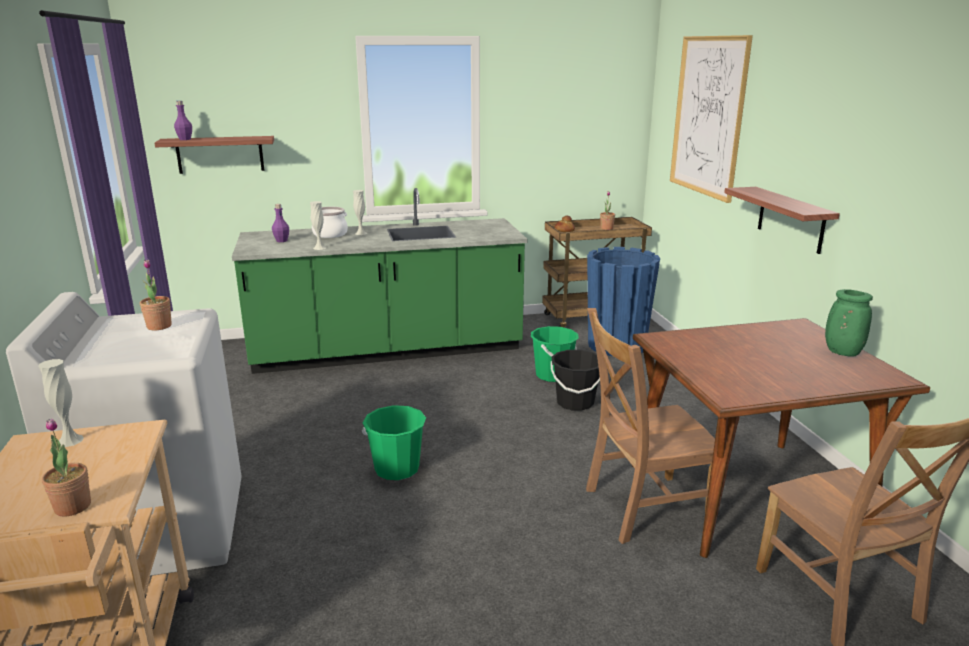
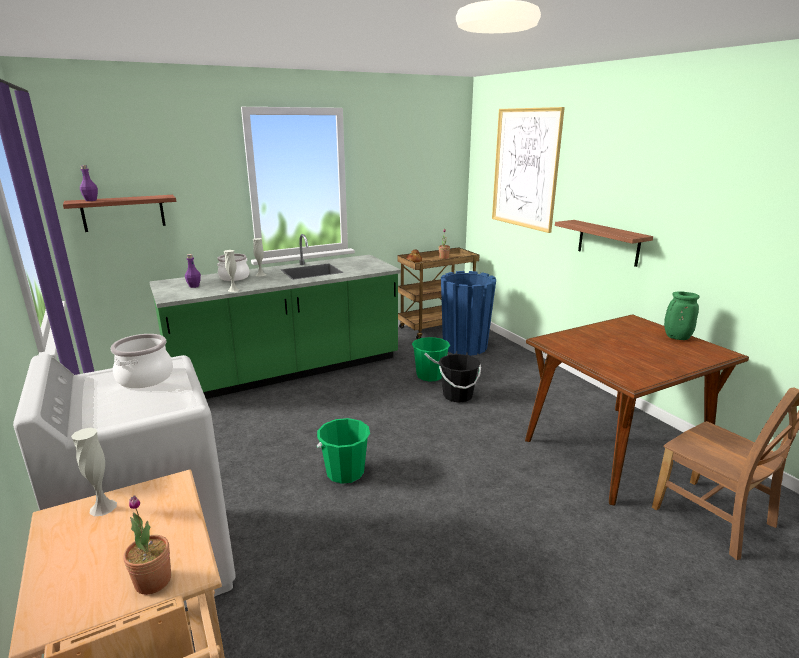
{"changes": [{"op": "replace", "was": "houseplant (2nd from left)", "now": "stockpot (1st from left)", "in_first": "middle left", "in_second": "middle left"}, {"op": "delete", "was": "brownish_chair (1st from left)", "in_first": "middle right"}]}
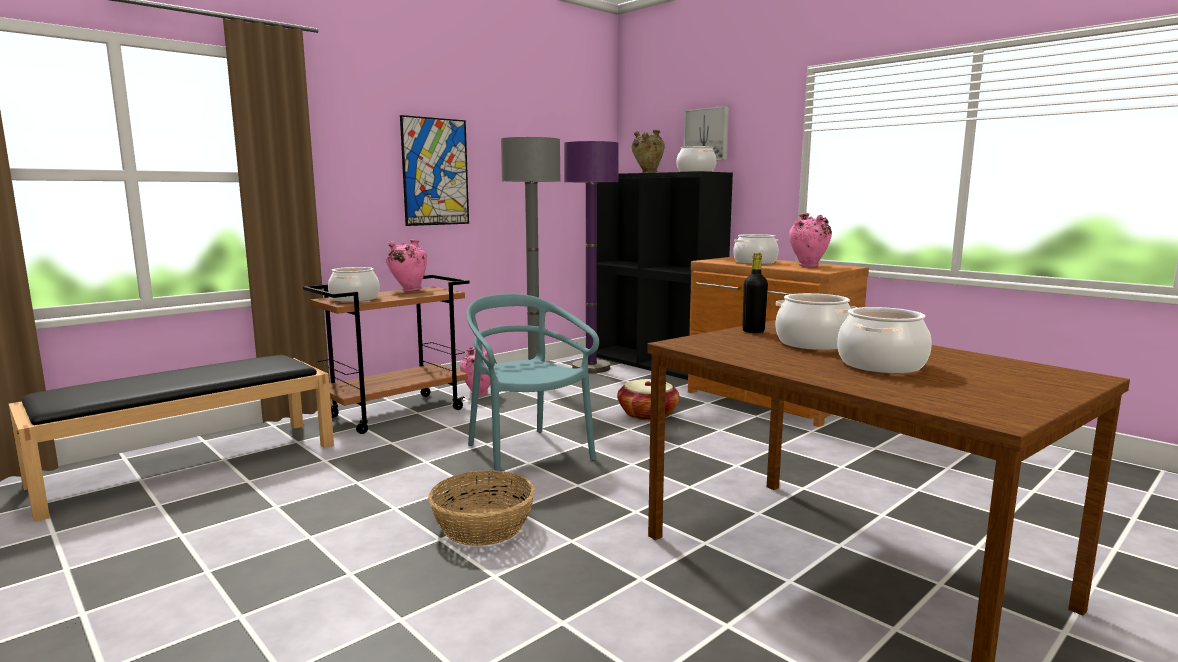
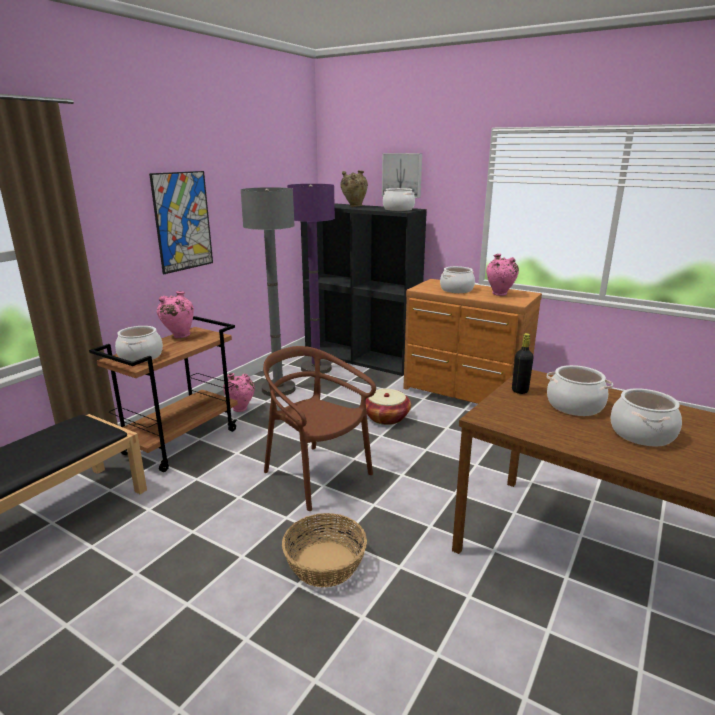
{"changes": [{"op": "recolor", "was": "turquoise_chair", "now": "brownish_chair", "in_first": "centre", "in_second": "centre"}]}
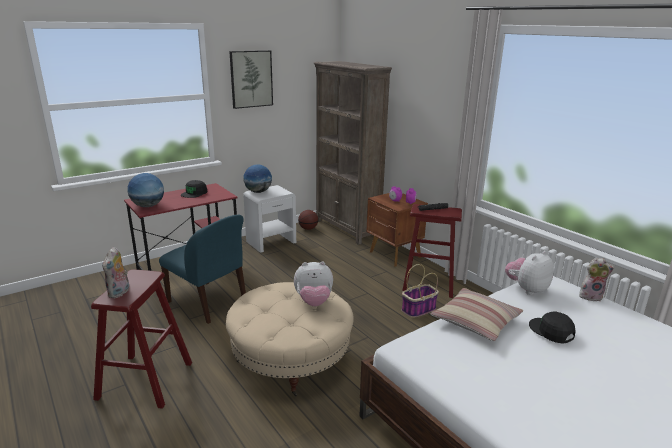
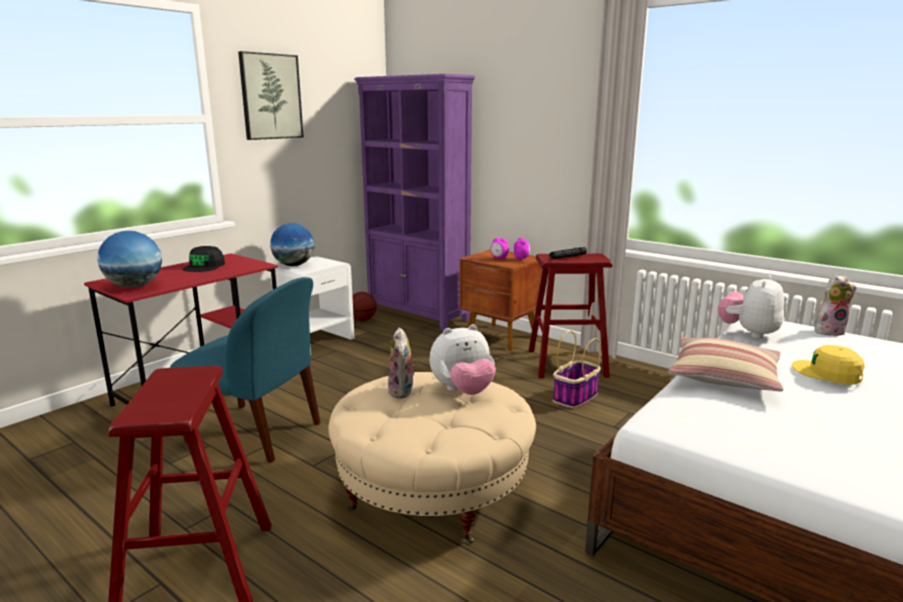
{"changes": [{"op": "recolor", "was": "brownish_bookshelf", "now": "purplish_bookshelf", "in_first": "centre", "in_second": "centre"}, {"op": "move", "was": "soft_toy (1st from left)", "in_first": "middle left", "in_second": "centre"}, {"op": "recolor", "was": "black_cap (2nd from left)", "now": "yellow_cap", "in_first": "bottom right", "in_second": "middle right"}]}
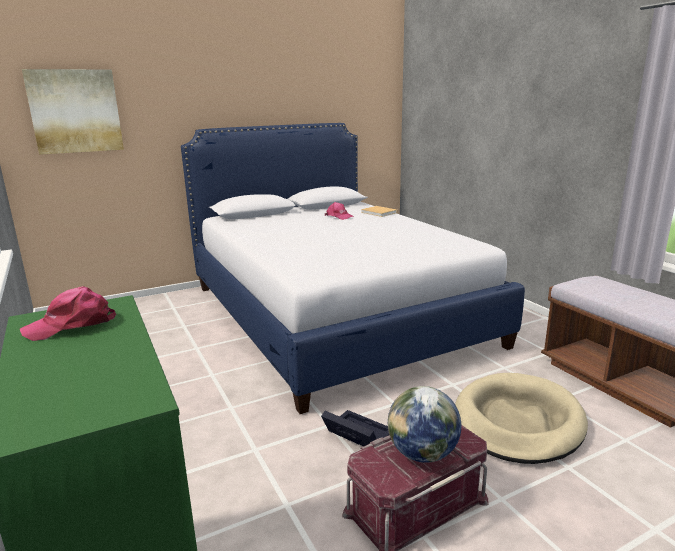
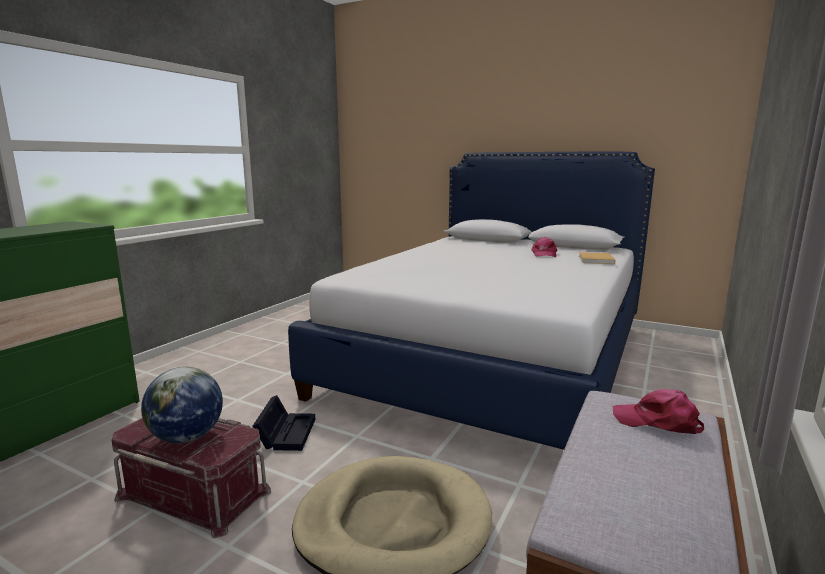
{"changes": [{"op": "move", "was": "pinkish_cap (1st from left in the first image)", "now": "pinkish_cap (2nd from left)", "in_first": "middle left", "in_second": "bottom right"}, {"op": "delete", "was": "picture", "in_first": "top left"}]}
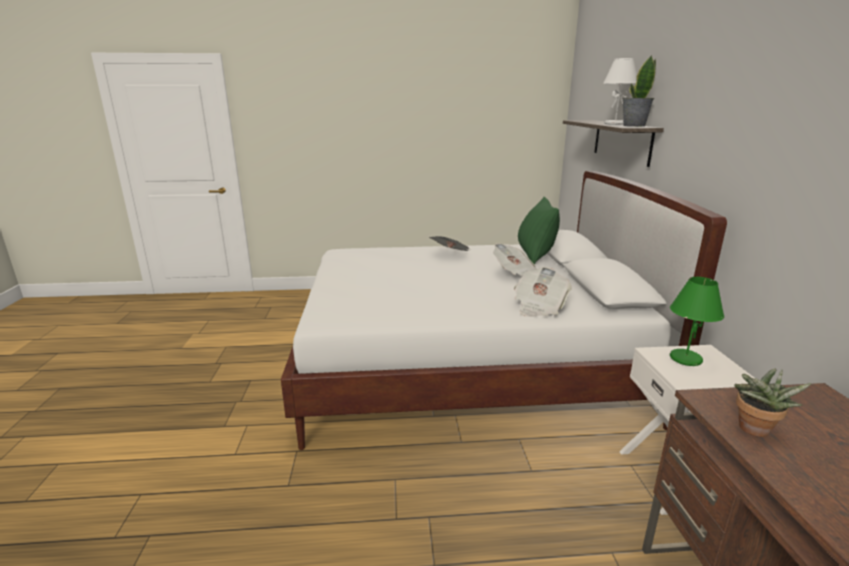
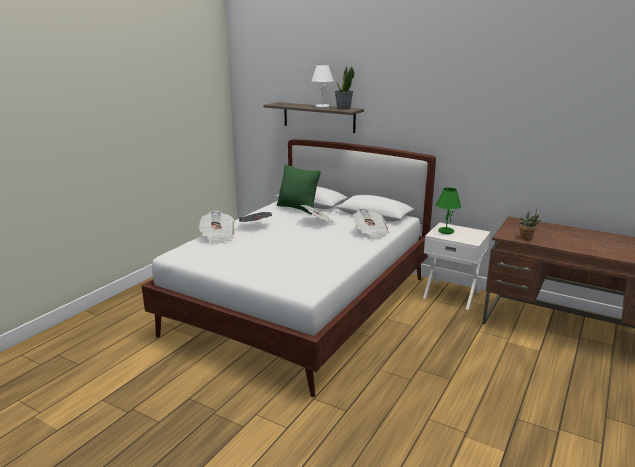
{"changes": [{"op": "insert", "now": "daily_paper (1st from left)", "in_second": "centre"}]}
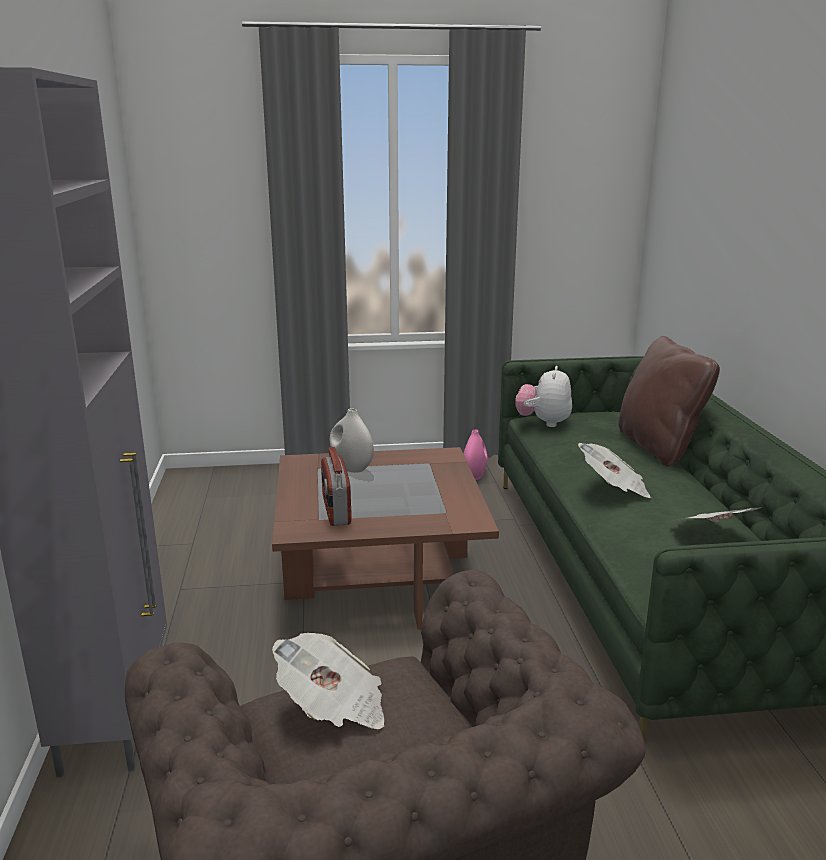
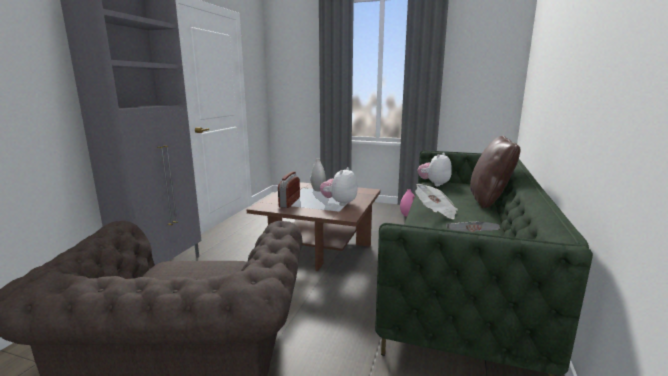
{"changes": [{"op": "insert", "now": "soft_toy (1st from left)", "in_second": "centre"}, {"op": "delete", "was": "daily_paper (1st from left)", "in_first": "bottom centre"}]}
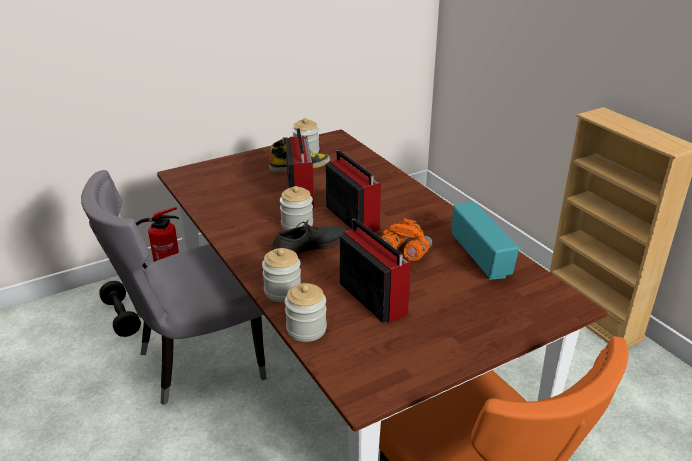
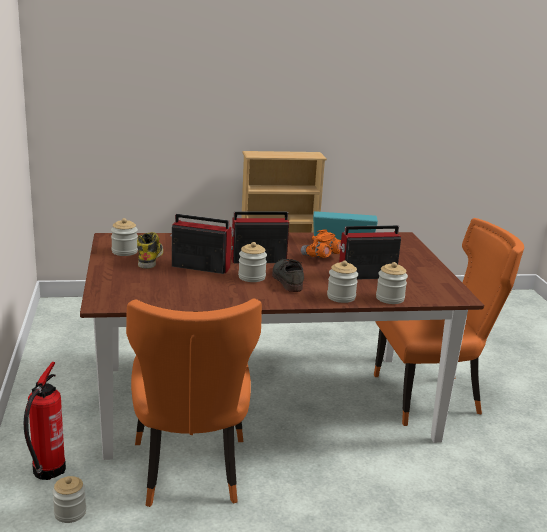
{"changes": [{"op": "replace", "was": "black_dumbbell", "now": "jar (1st from left)", "in_first": "bottom left", "in_second": "bottom left"}, {"op": "recolor", "was": "gray_chair", "now": "orangey_chair (1st from left)", "in_first": "middle left", "in_second": "bottom centre"}]}
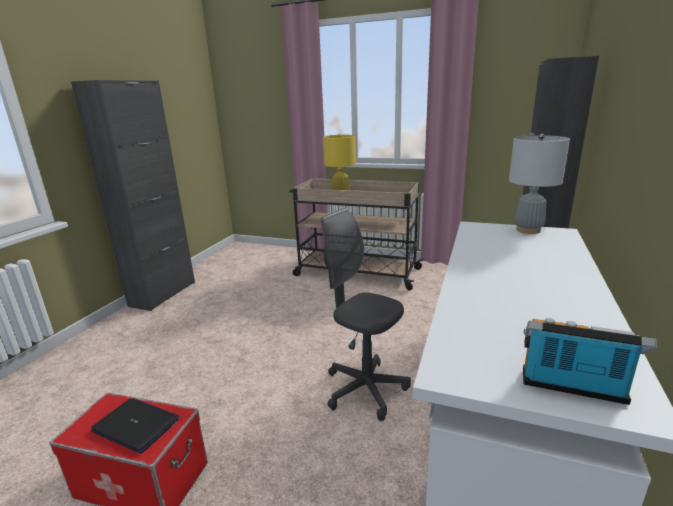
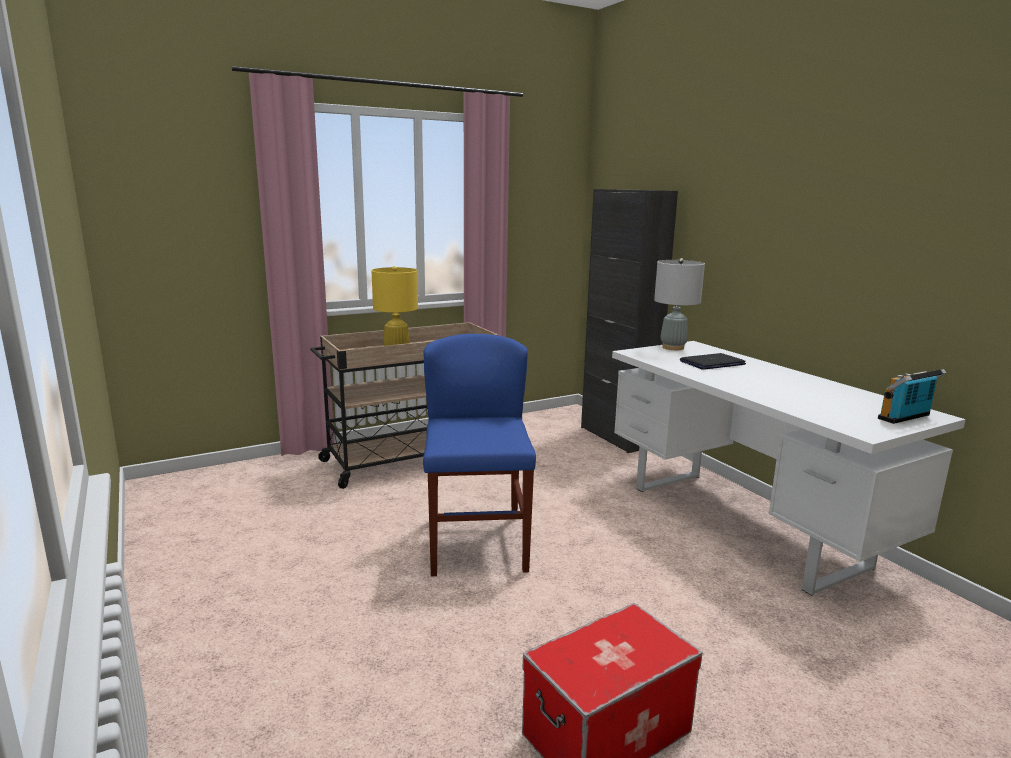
{"changes": [{"op": "insert", "now": "blue-coloured_chair", "in_second": "centre"}, {"op": "move", "was": "laptop", "in_first": "bottom left", "in_second": "middle right"}, {"op": "delete", "was": "black_cabinet (1st from left)", "in_first": "middle left"}, {"op": "delete", "was": "gray_computer_chair", "in_first": "centre"}]}
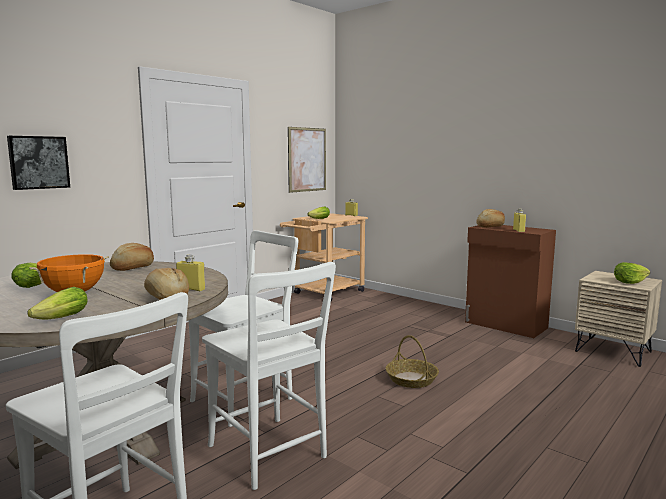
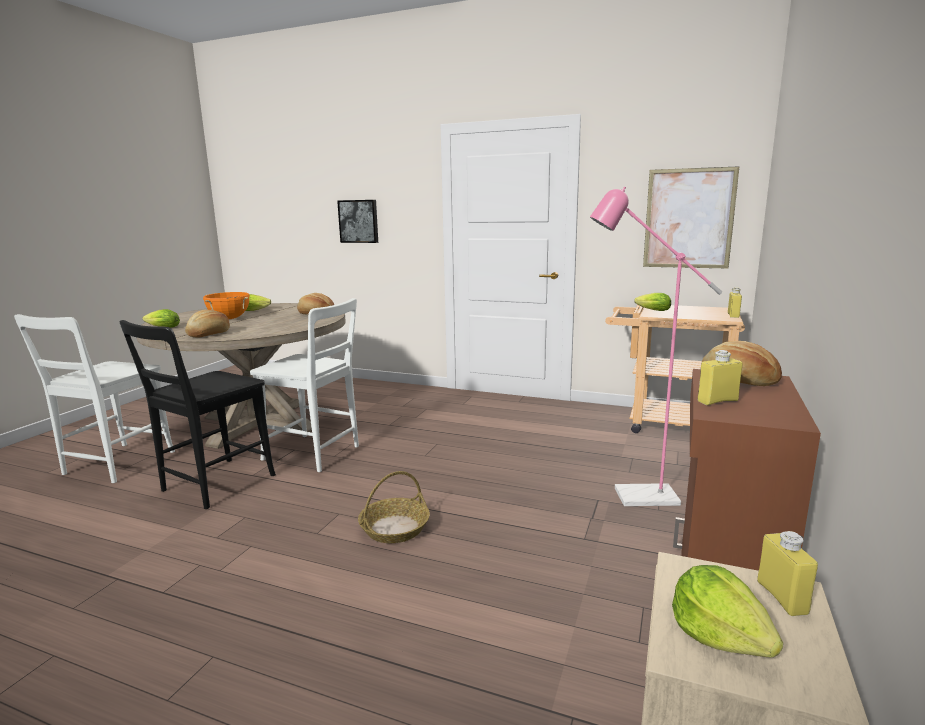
{"changes": [{"op": "recolor", "was": "white-coloured_chair (3rd from left)", "now": "black_chair", "in_first": "bottom centre", "in_second": "middle left"}, {"op": "insert", "now": "pinkish_standard_lamp", "in_second": "middle right"}, {"op": "move", "was": "yellow_drink_bottle (1st from left in the first image)", "now": "yellow_drink_bottle (3rd from left)", "in_first": "middle left", "in_second": "bottom right"}]}
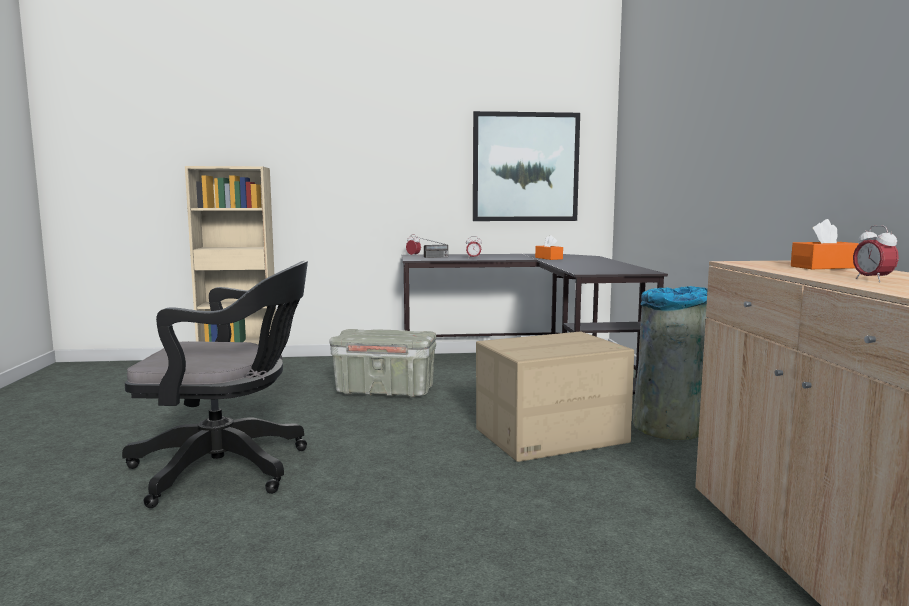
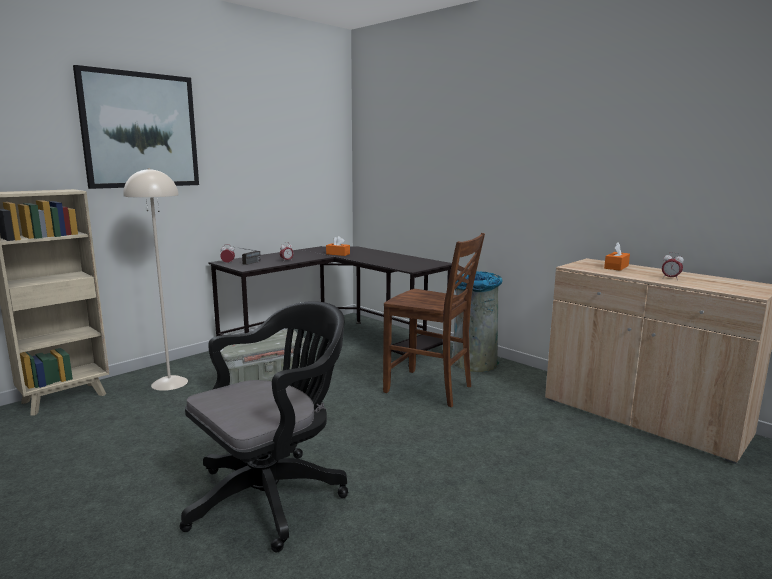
{"changes": [{"op": "move", "was": "picture", "in_first": "top centre", "in_second": "top left"}, {"op": "insert", "now": "beige_standard_lamp", "in_second": "middle left"}, {"op": "replace", "was": "carton", "now": "brownish_chair", "in_first": "centre", "in_second": "centre"}]}
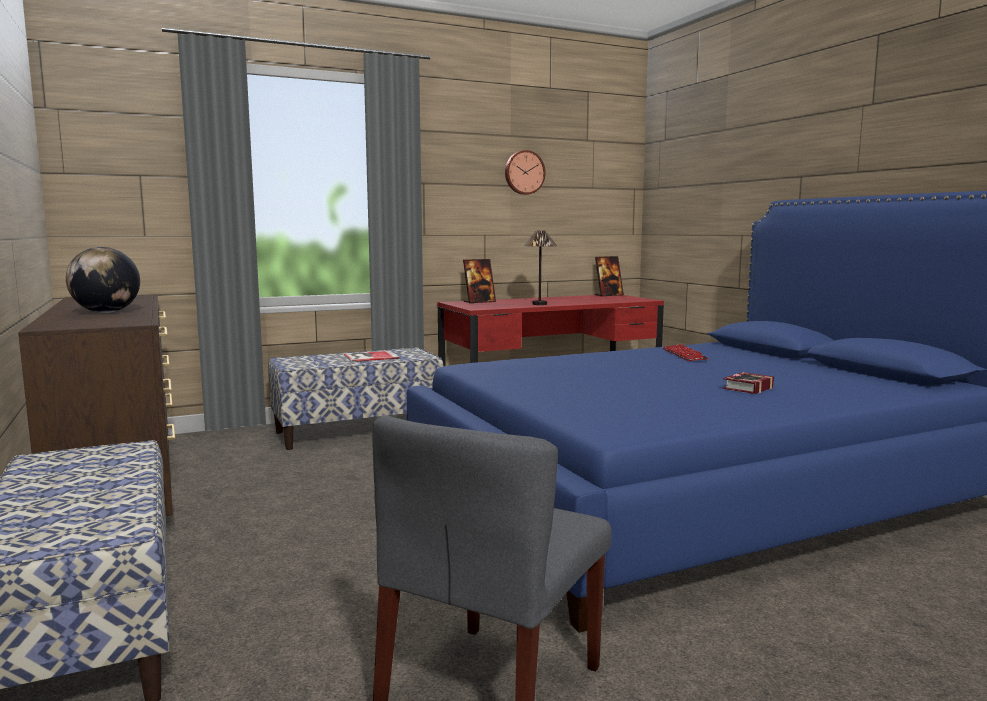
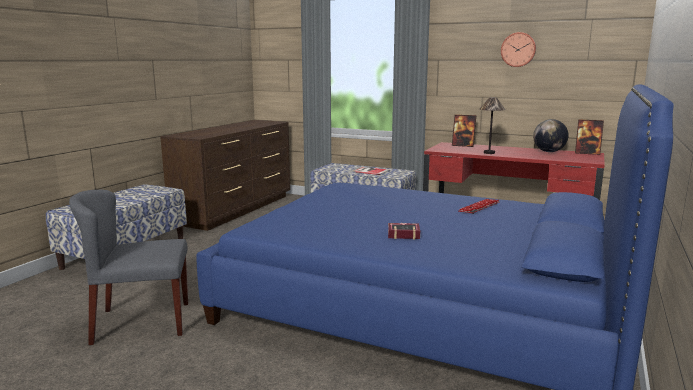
{"changes": [{"op": "move", "was": "globe", "in_first": "middle left", "in_second": "middle right"}]}
